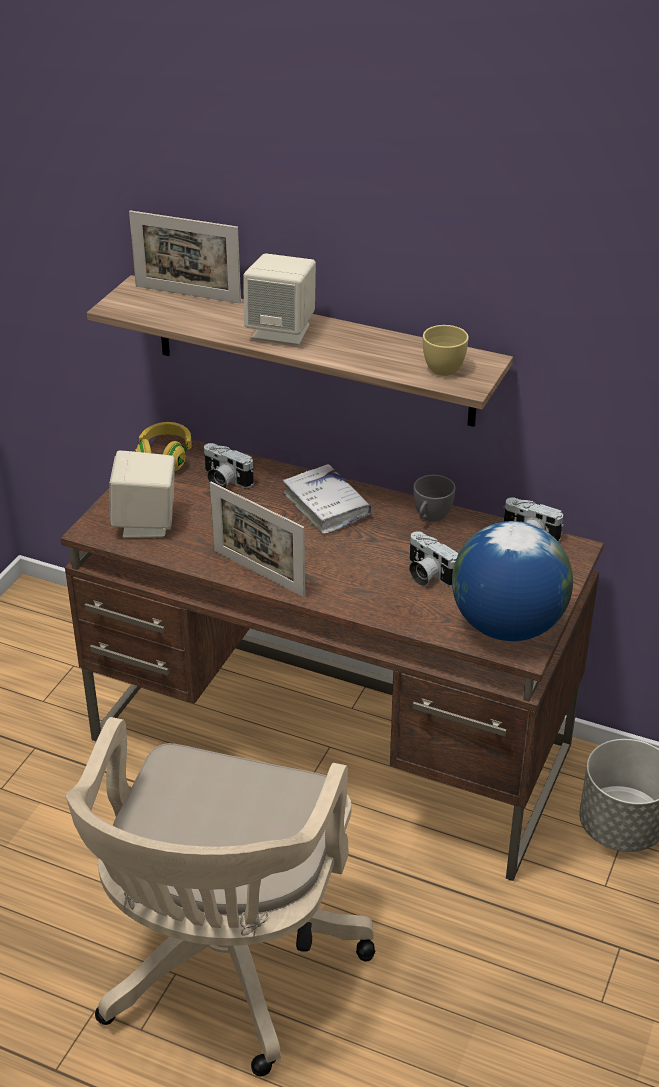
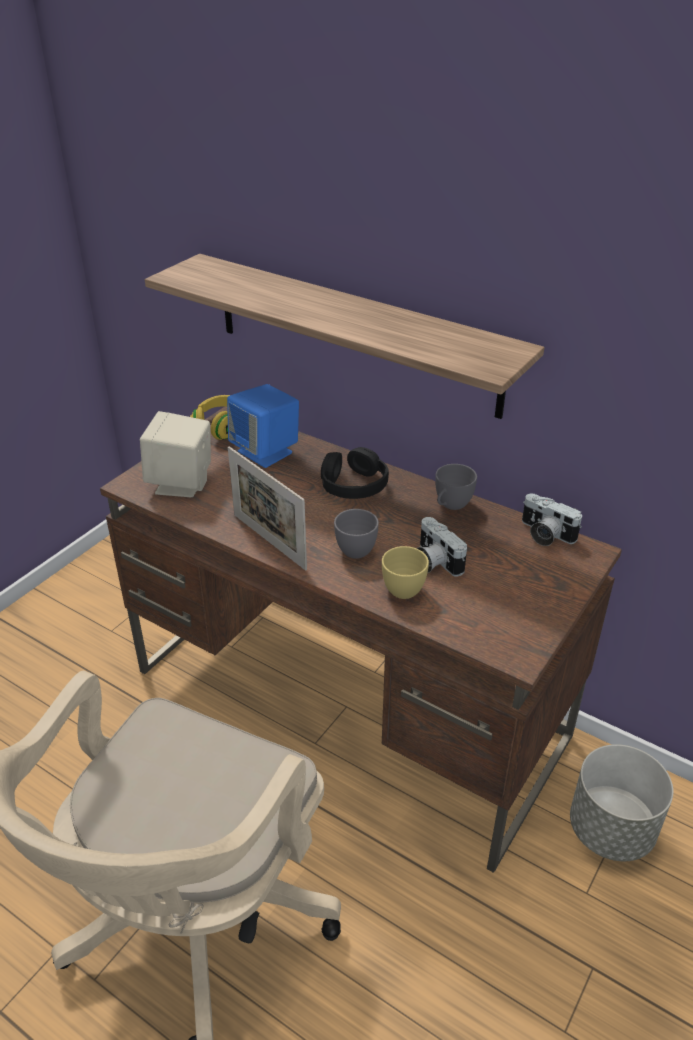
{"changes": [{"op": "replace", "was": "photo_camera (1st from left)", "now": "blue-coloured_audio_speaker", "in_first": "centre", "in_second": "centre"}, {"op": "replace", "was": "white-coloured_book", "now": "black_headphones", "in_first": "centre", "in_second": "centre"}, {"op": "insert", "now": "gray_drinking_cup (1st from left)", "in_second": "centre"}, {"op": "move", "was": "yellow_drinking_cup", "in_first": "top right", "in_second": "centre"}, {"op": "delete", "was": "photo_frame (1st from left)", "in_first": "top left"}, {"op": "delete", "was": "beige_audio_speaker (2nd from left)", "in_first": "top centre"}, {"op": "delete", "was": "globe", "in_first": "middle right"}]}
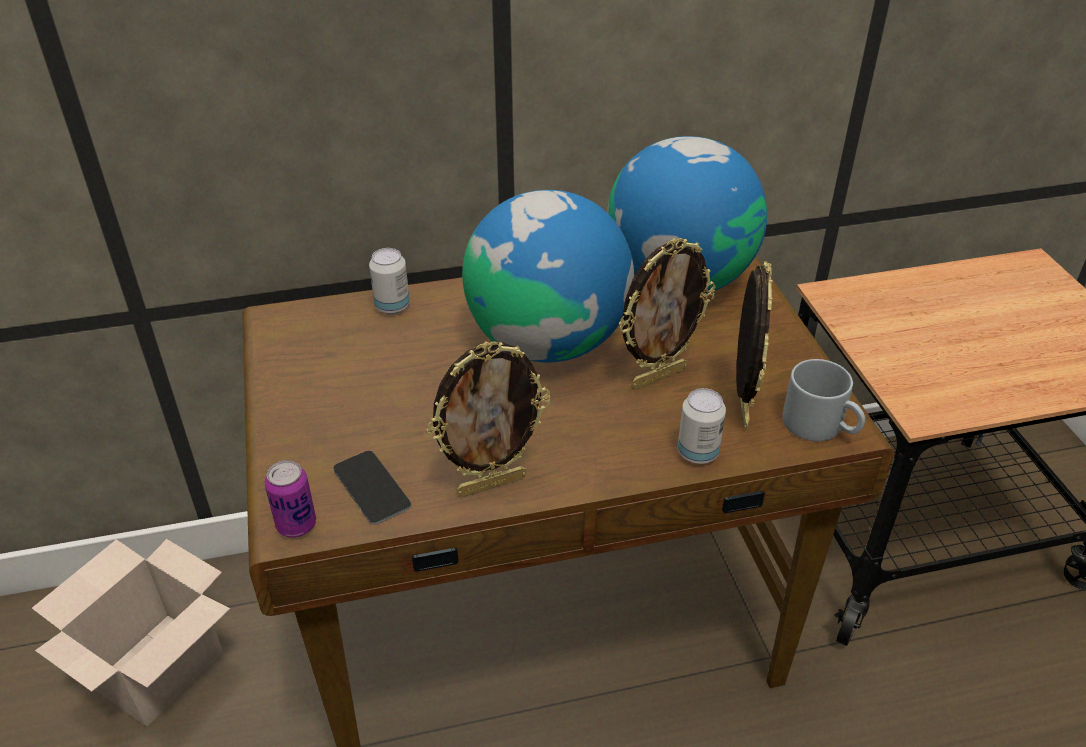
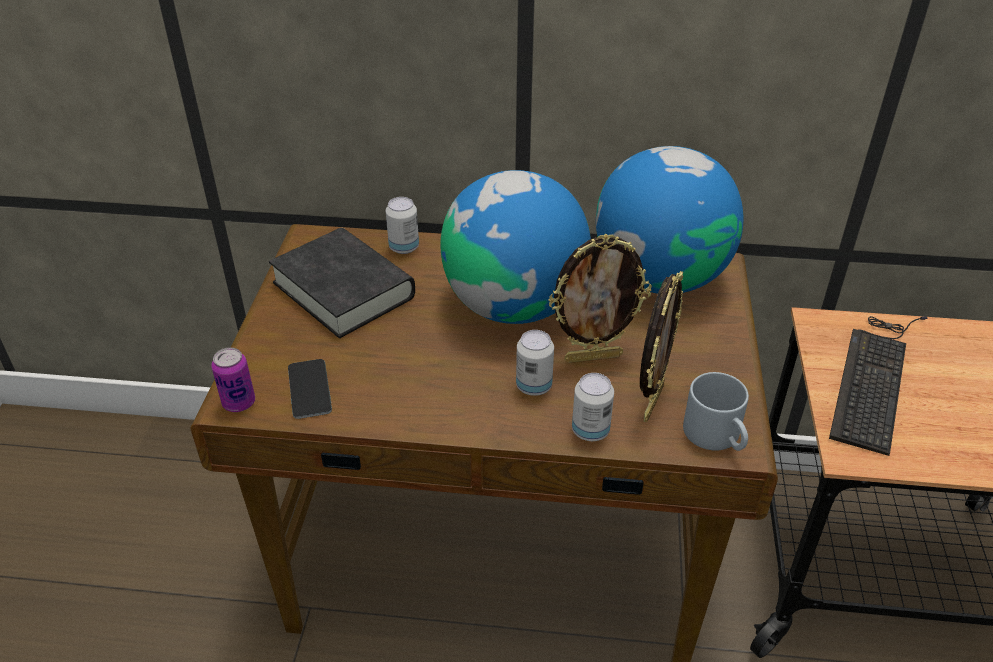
{"changes": [{"op": "insert", "now": "black_book", "in_second": "centre"}, {"op": "insert", "now": "sealed_can (3rd from left)", "in_second": "centre"}, {"op": "insert", "now": "PC_keyboard", "in_second": "middle right"}, {"op": "delete", "was": "carton", "in_first": "bottom left"}, {"op": "delete", "was": "photo_frame (1st from left)", "in_first": "centre"}]}
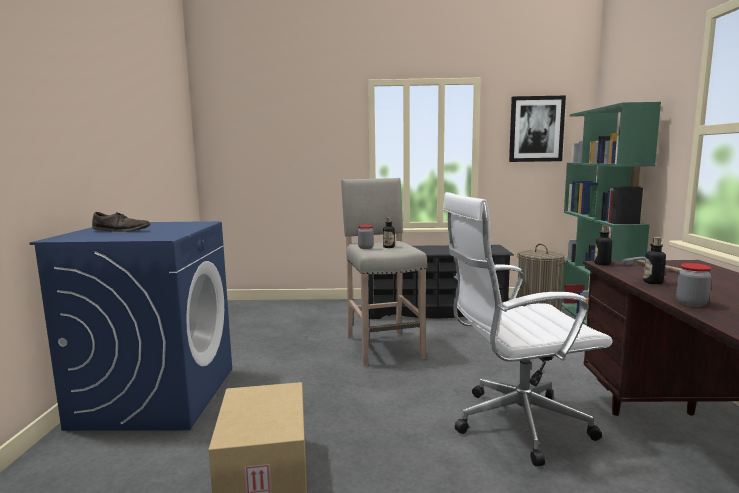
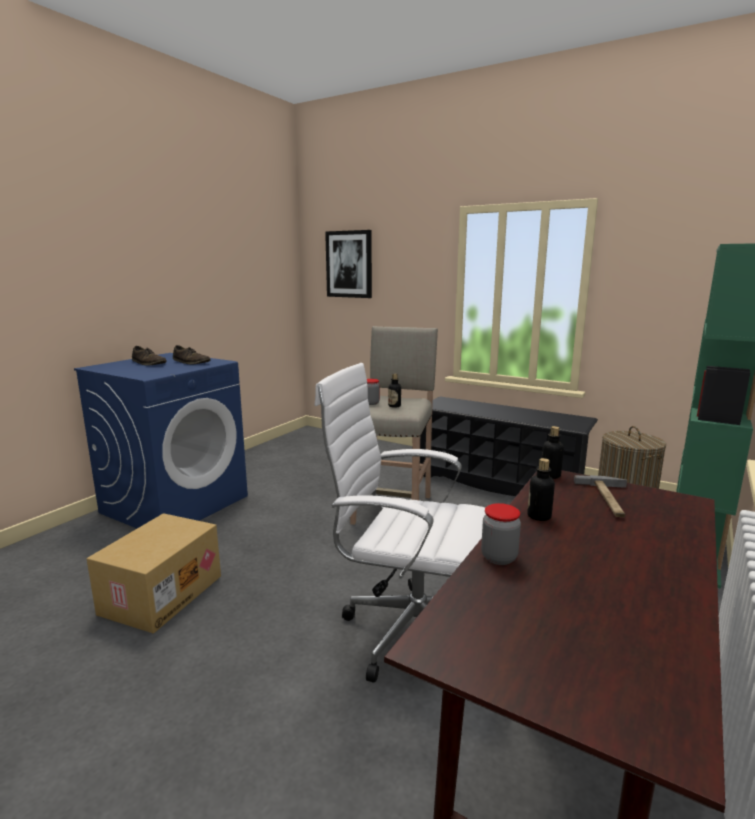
{"changes": [{"op": "insert", "now": "brownish_low_shoe (2nd from left)", "in_second": "middle left"}, {"op": "move", "was": "picture", "in_first": "top right", "in_second": "top centre"}]}
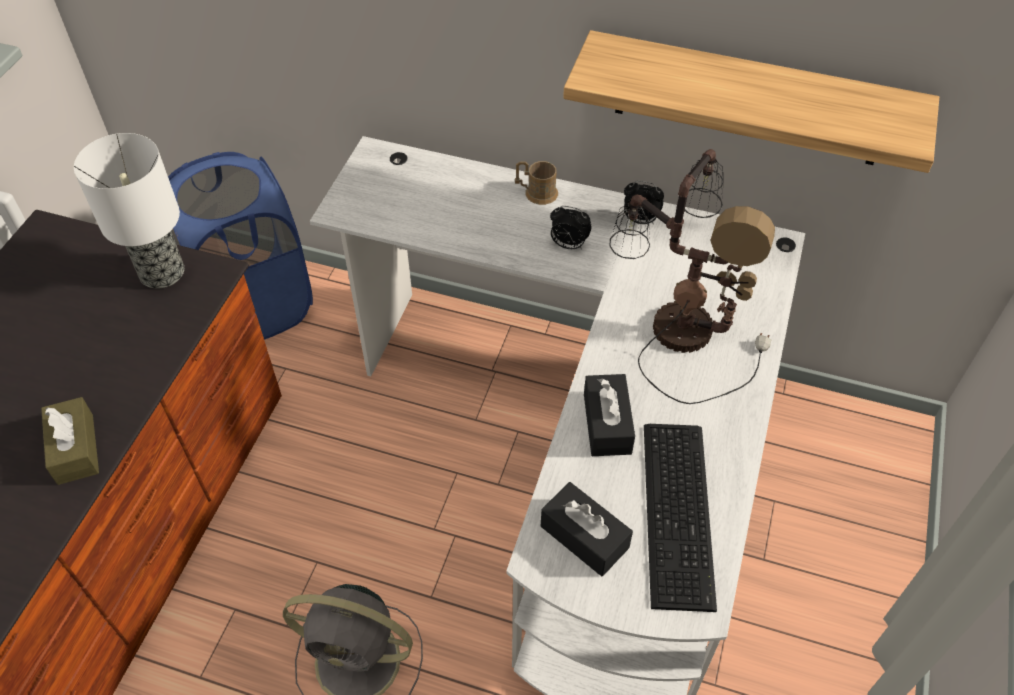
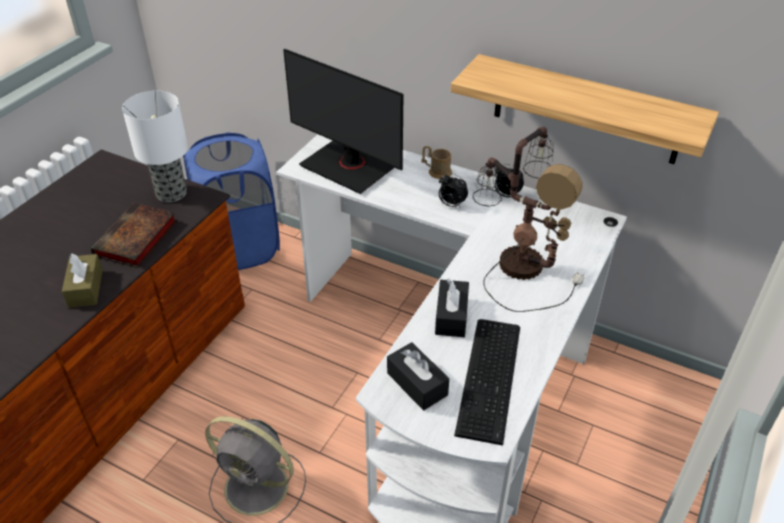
{"changes": [{"op": "insert", "now": "book", "in_second": "middle left"}, {"op": "insert", "now": "monitor", "in_second": "top centre"}]}
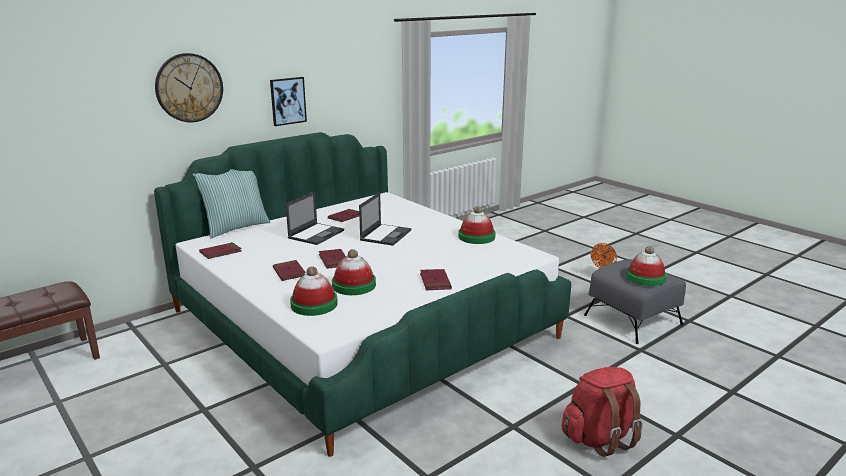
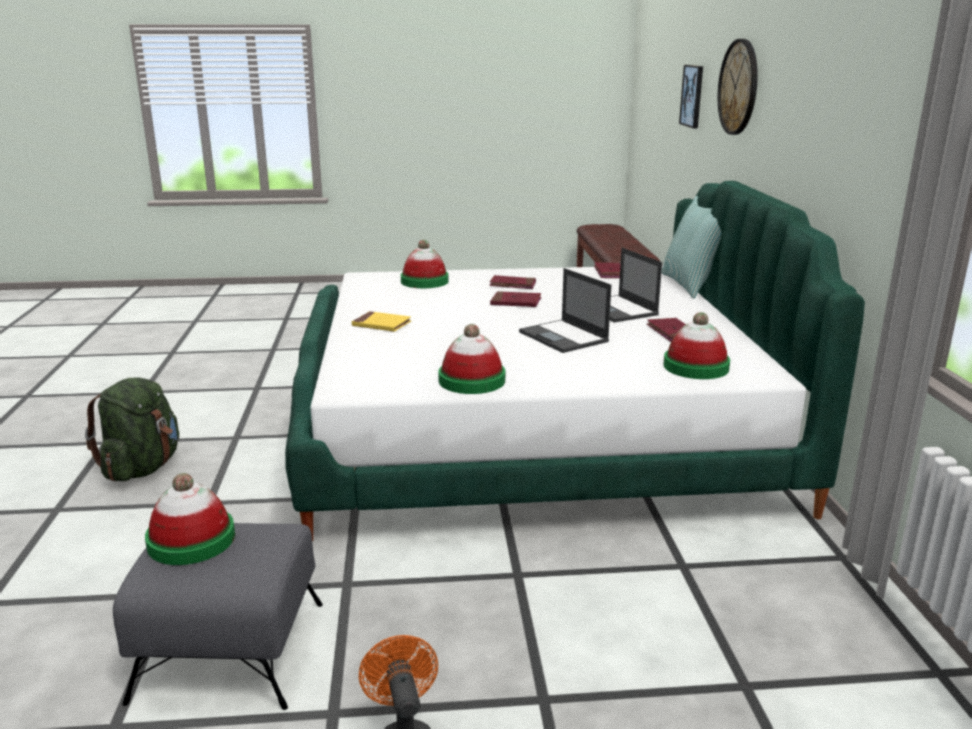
{"changes": [{"op": "recolor", "was": "red-coloured_backpack", "now": "greenish_backpack", "in_first": "bottom right", "in_second": "middle left"}, {"op": "recolor", "was": "red-coloured_book (5th from left)", "now": "yellow_book", "in_first": "centre", "in_second": "centre"}, {"op": "move", "was": "wearable_hat (2nd from left in the first image)", "now": "wearable_hat (4th from left)", "in_first": "centre", "in_second": "middle right"}, {"op": "move", "was": "picture", "in_first": "top centre", "in_second": "top right"}]}
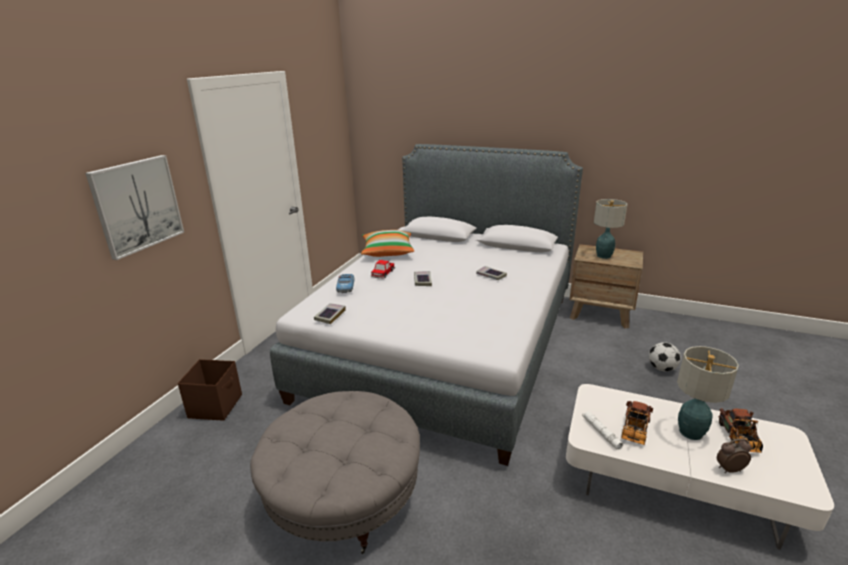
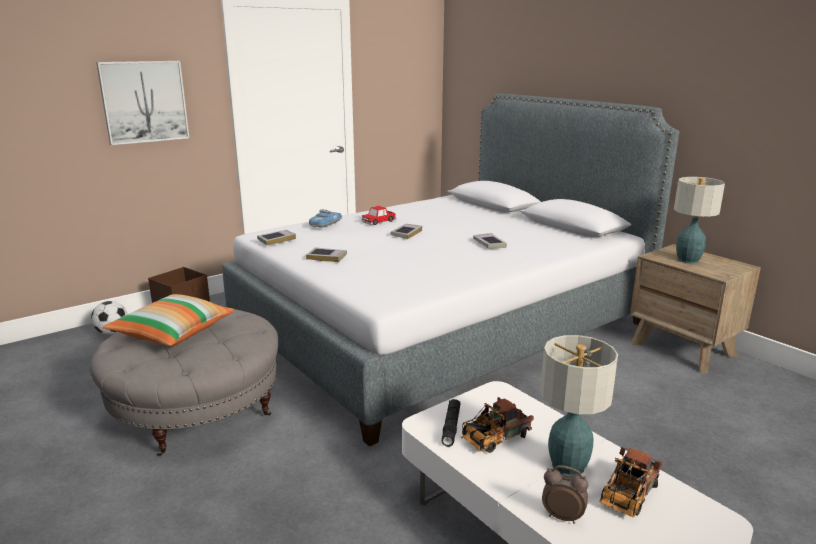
{"changes": [{"op": "move", "was": "football", "in_first": "middle right", "in_second": "middle left"}, {"op": "move", "was": "pillow", "in_first": "centre", "in_second": "middle left"}, {"op": "insert", "now": "book (2nd from left)", "in_second": "centre"}, {"op": "recolor", "was": "white-coloured_hand_torch", "now": "black_hand_torch", "in_first": "bottom right", "in_second": "bottom centre"}]}
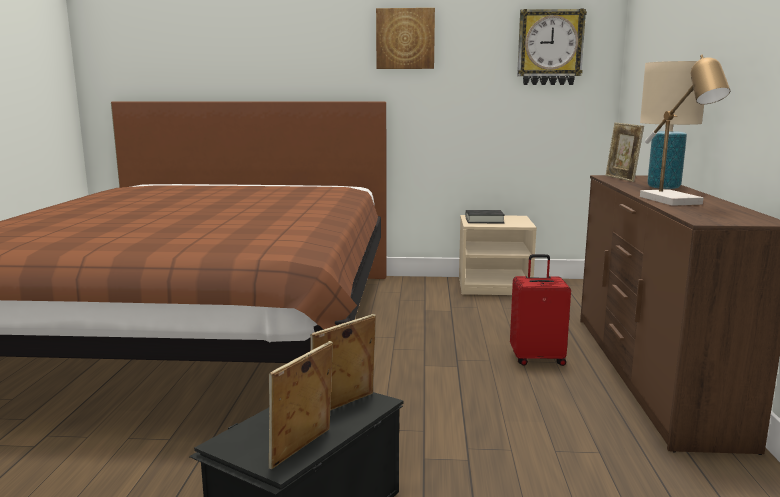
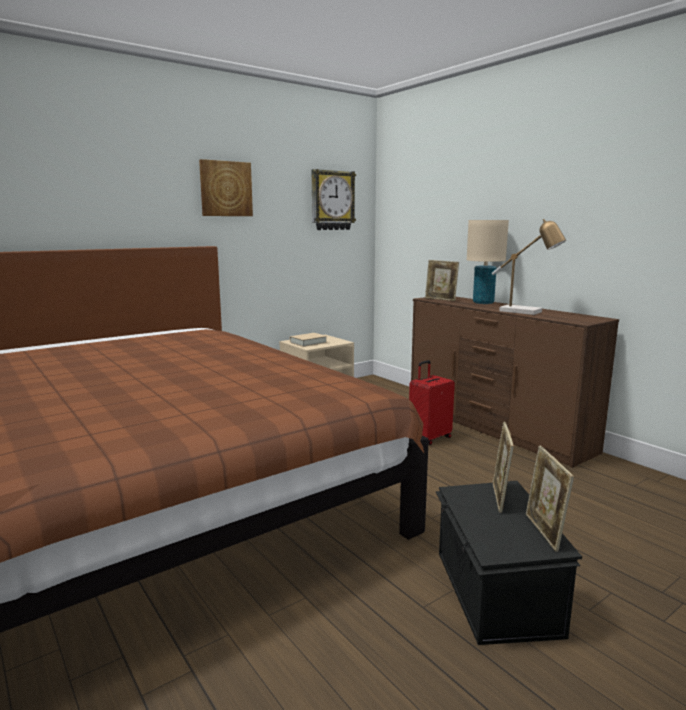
{"changes": [{"op": "recolor", "was": "black_book", "now": "beige_book", "in_first": "centre", "in_second": "centre"}]}
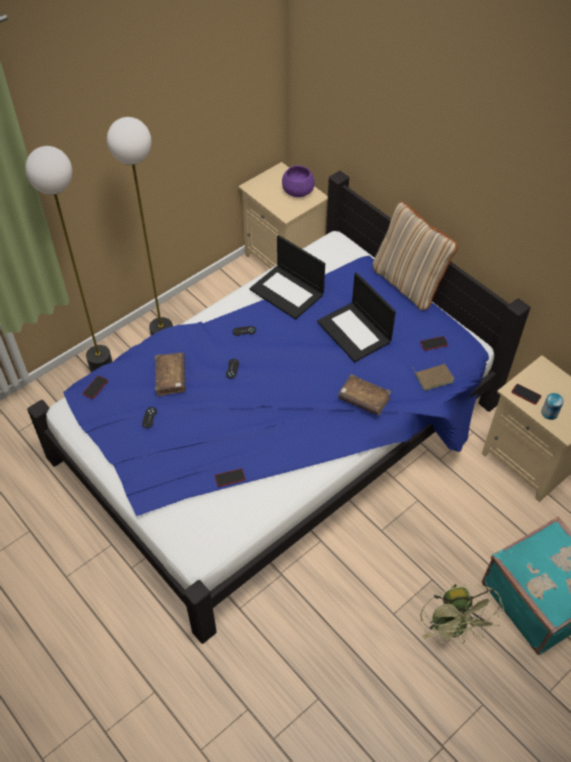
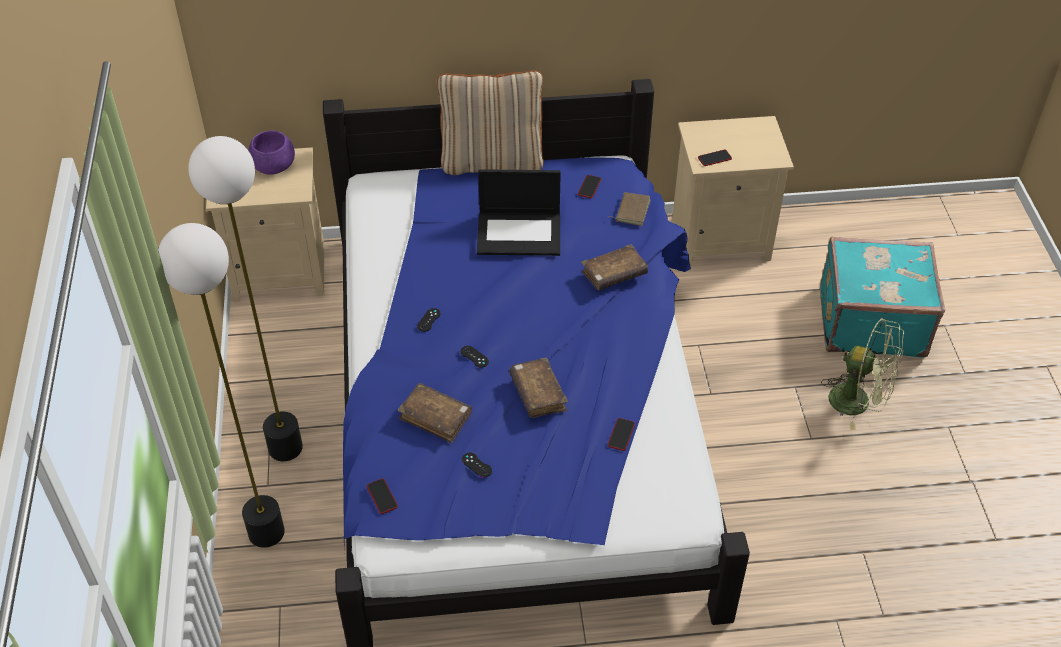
{"changes": [{"op": "insert", "now": "brownish_book (2nd from left)", "in_second": "centre"}, {"op": "delete", "was": "laptop (1st from left)", "in_first": "centre"}, {"op": "delete", "was": "sealed_can", "in_first": "middle right"}]}
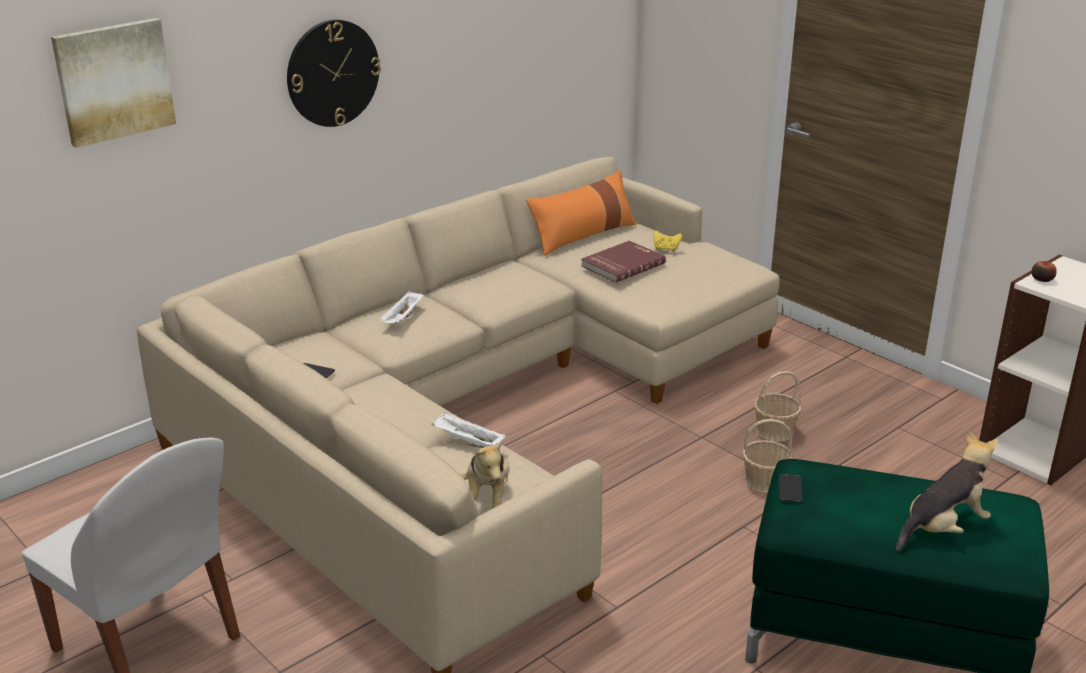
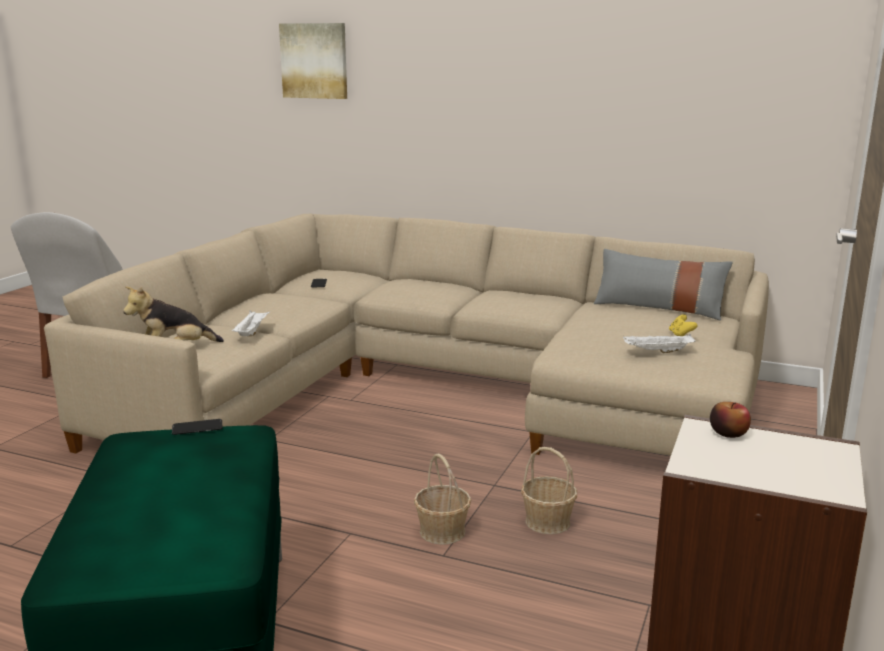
{"changes": [{"op": "recolor", "was": "orangey_pillow", "now": "gray_pillow", "in_first": "top centre", "in_second": "middle right"}, {"op": "move", "was": "white-coloured_serving_tray (1st from left in the first image)", "now": "white-coloured_serving_tray (2nd from left)", "in_first": "centre", "in_second": "middle right"}, {"op": "delete", "was": "wall_clock", "in_first": "top left"}, {"op": "delete", "was": "red-coloured_book", "in_first": "centre"}, {"op": "delete", "was": "soft_toy (2nd from left)", "in_first": "bottom right"}]}
